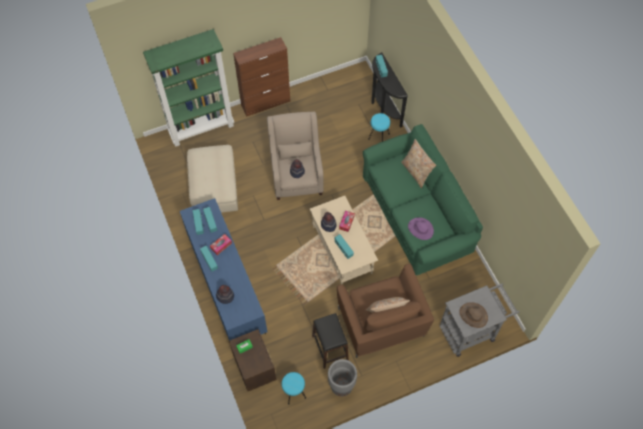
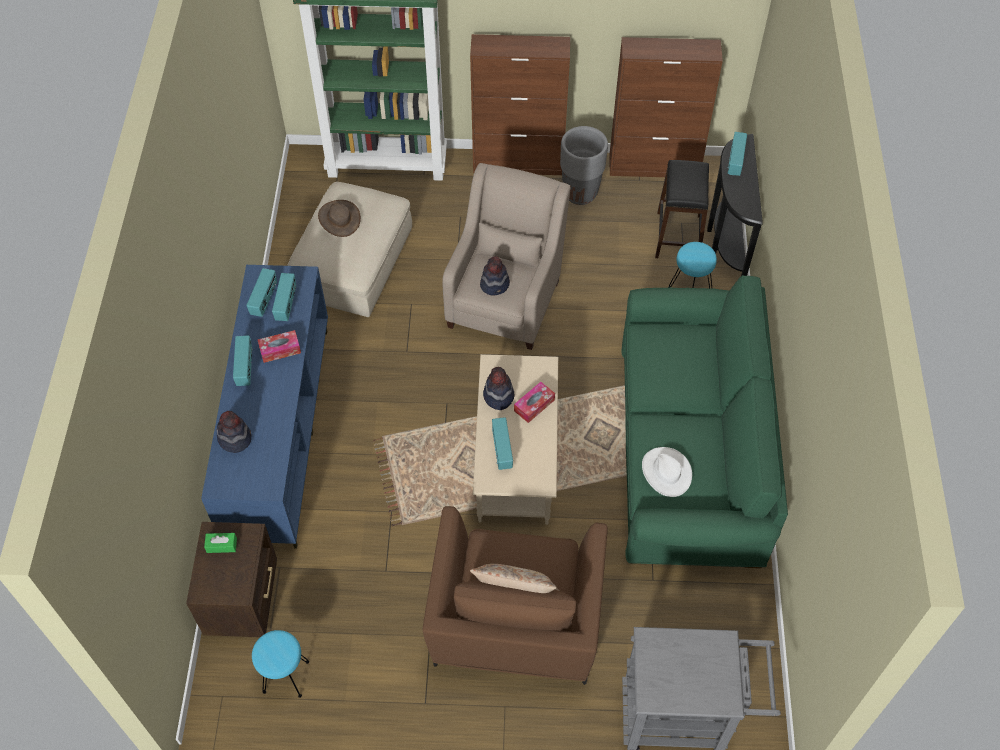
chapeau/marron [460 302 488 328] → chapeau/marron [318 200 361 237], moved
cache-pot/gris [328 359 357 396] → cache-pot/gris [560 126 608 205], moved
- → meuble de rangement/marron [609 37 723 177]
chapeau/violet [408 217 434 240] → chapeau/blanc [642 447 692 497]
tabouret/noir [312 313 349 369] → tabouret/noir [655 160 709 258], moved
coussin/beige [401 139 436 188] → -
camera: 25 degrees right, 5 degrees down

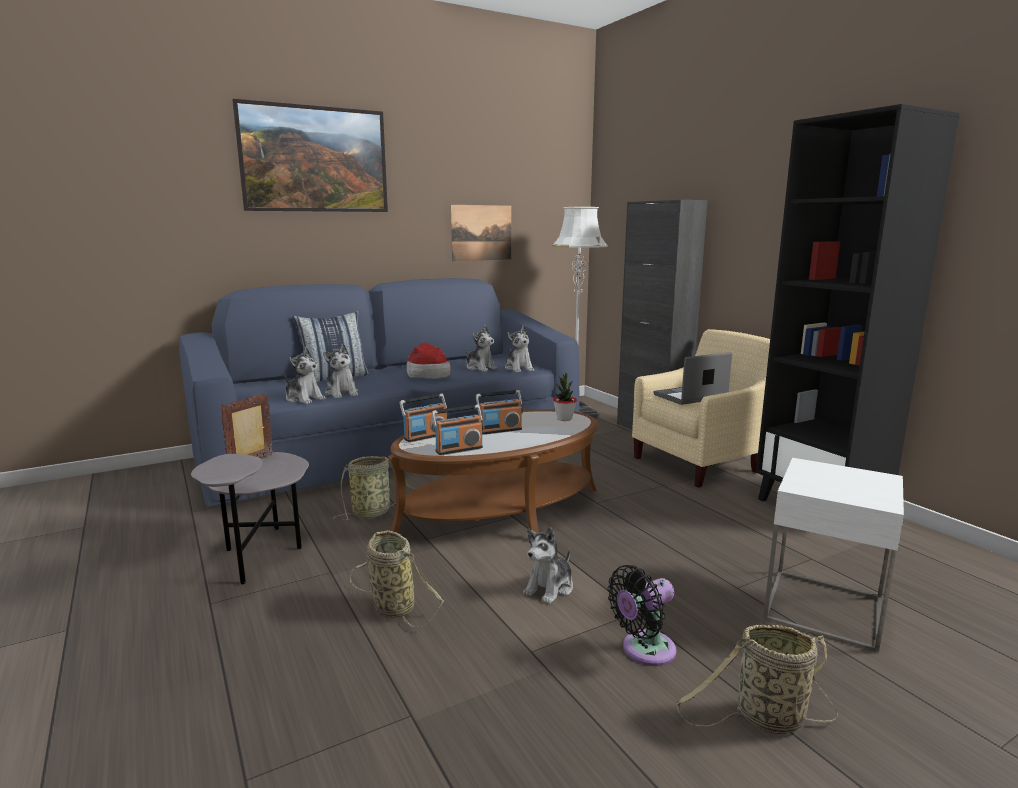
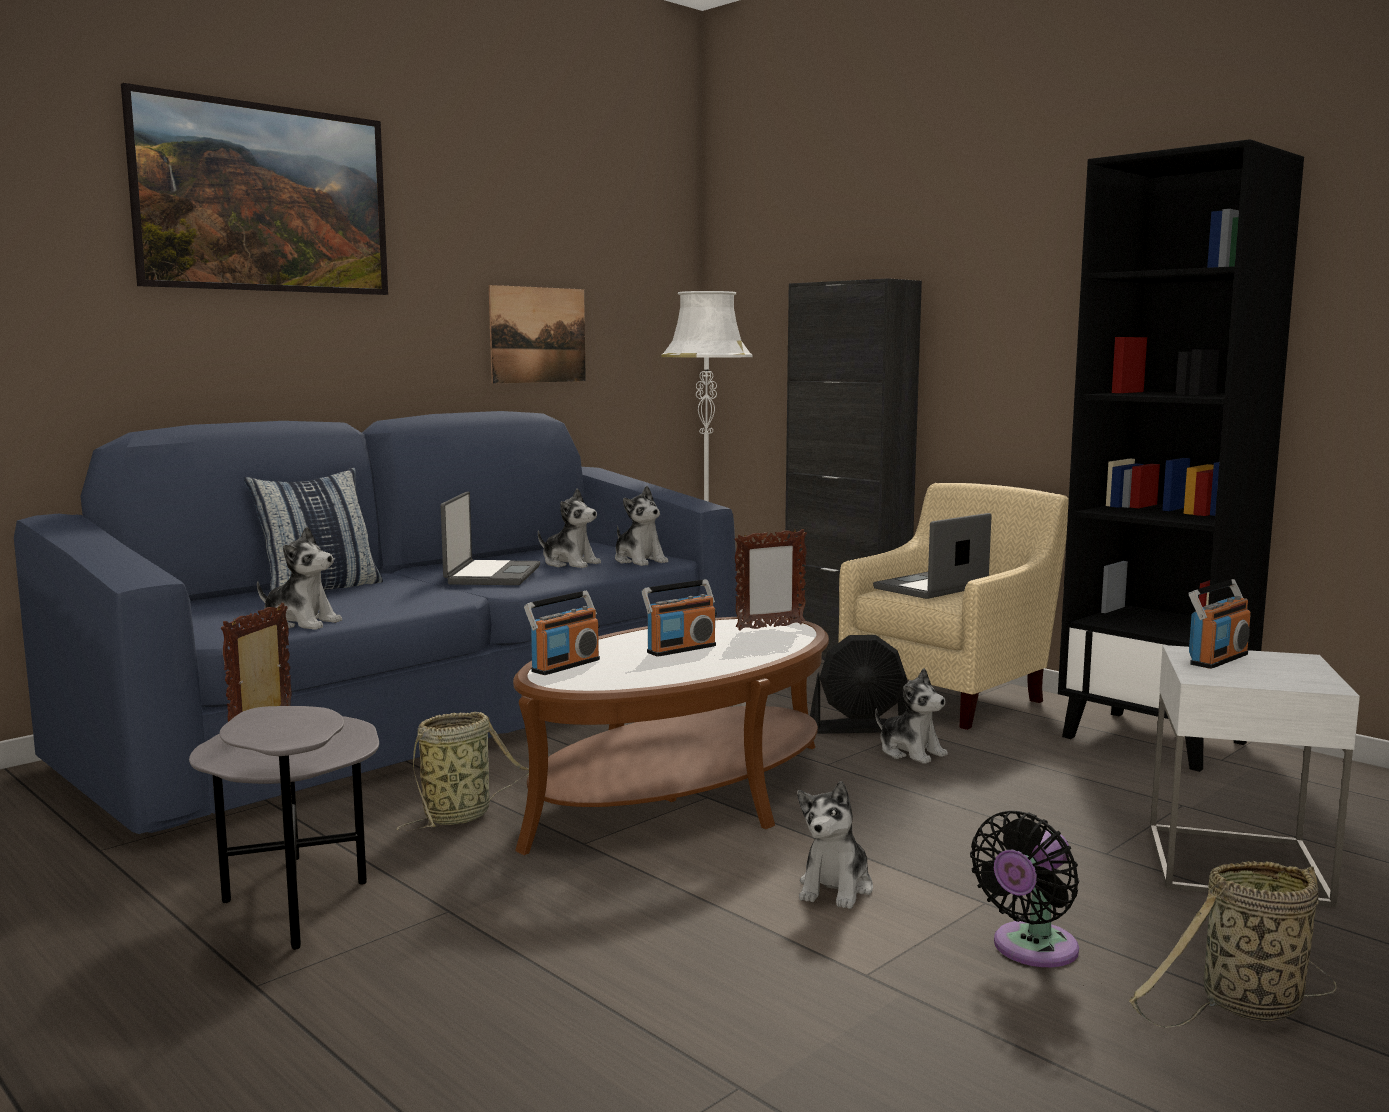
chapeau [407 342 451 379] → ordinateur portable [441 492 540 585]
plante en pot [553 372 577 421] → cadre photo [734 529 807 631]
- → ventilateur/noir [810 635 908 734]
peluche [323 344 358 399] → peluche [875 668 948 764], moved
radio [431 405 483 455] → radio [1188 579 1251 669], moved
panier [350 530 444 627] → -
camera: 15 degrees left, 5 degrees down

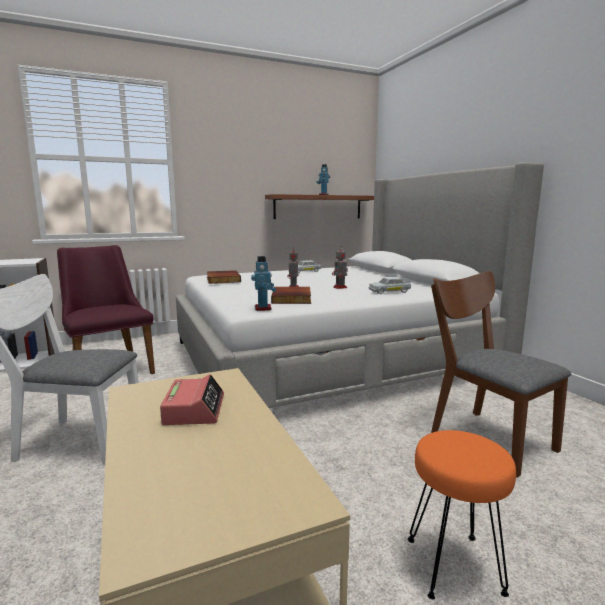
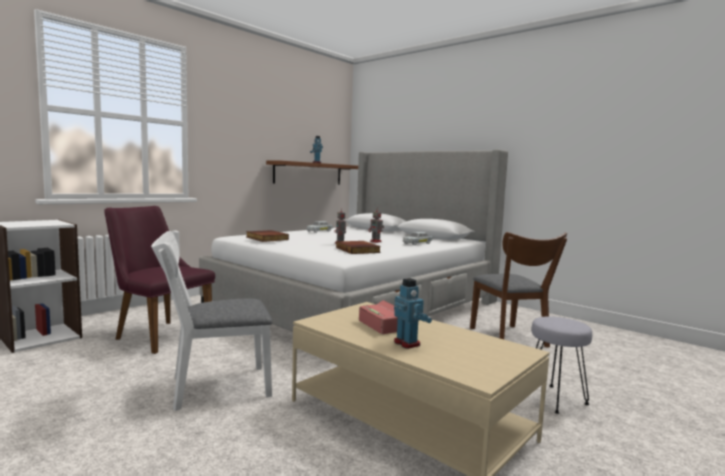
robot jouet [251 256 276 311] → robot jouet [394 278 432 349], moved
chaise/marron [431 271 571 478] → chaise/marron [470 232 567 348], 135 degrees counterclockwise
tabouret/orange [408 430 516 599] → tabouret/gris [532 316 592 414]
camera: 25 degrees left, 5 degrees down

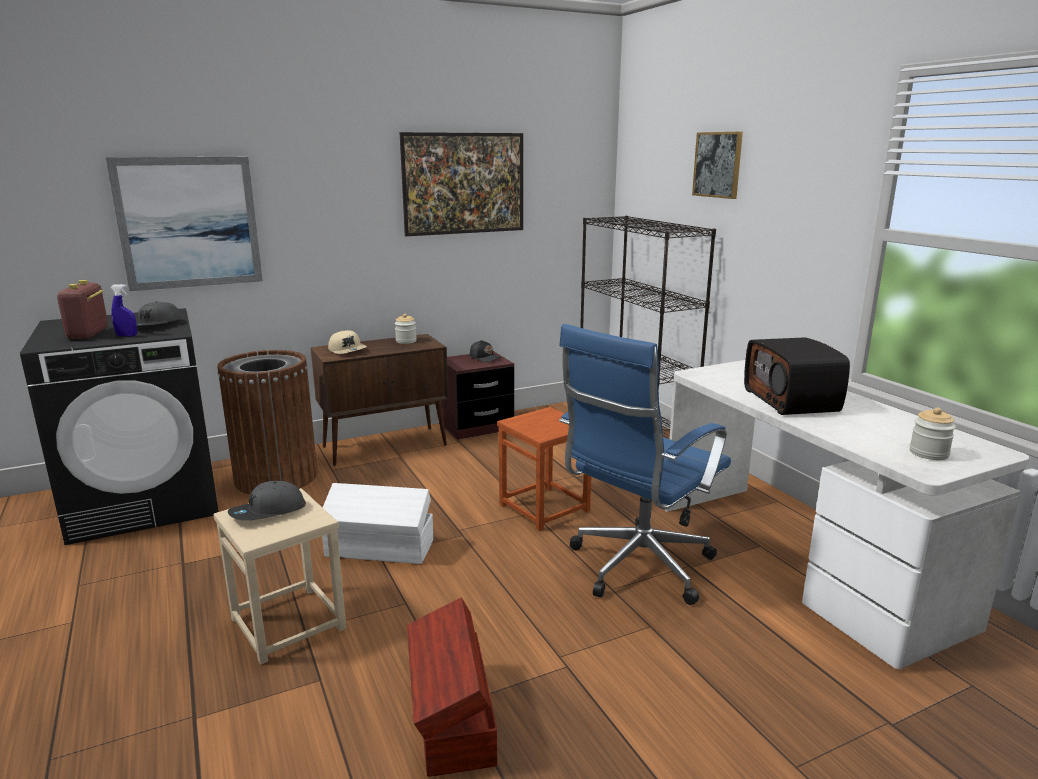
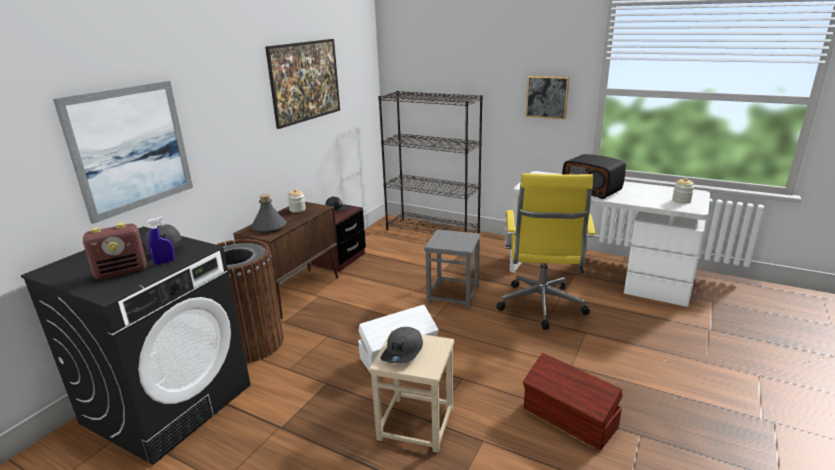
radio [57 280 108 339] → radio [83 223 147 279], 75 degrees counterclockwise
casquette/beige [328 330 367 354] → bouteille/gris [251 194 287 233]
tabouret/marron [497 407 591 531] → tabouret/gris [424 229 481 308]
chaise de bureau/bleu [559 324 731 605] → chaise de bureau/jaune [496 173 595 330]
tableau [692 132 743 199] → tableau [526 76 569 120], moved
camera: 35 degrees left, 5 degrees up

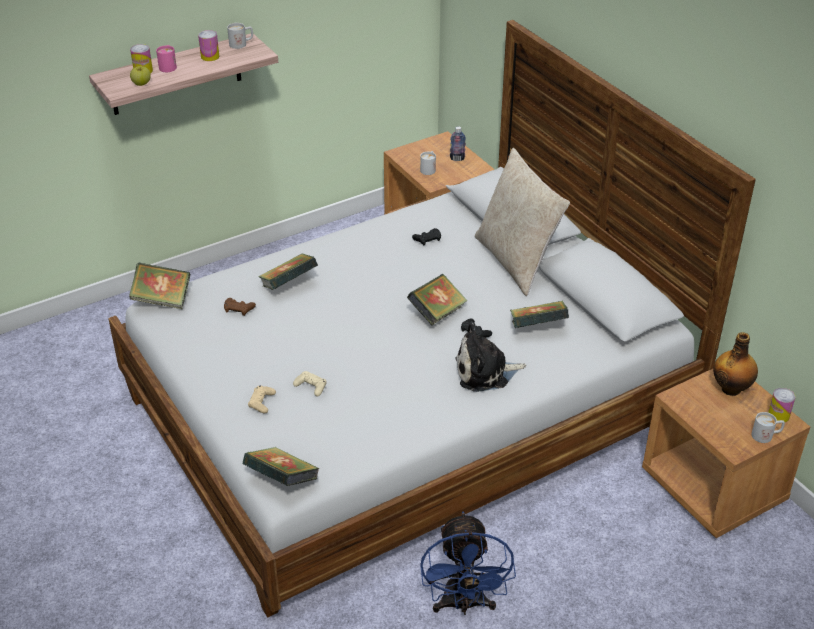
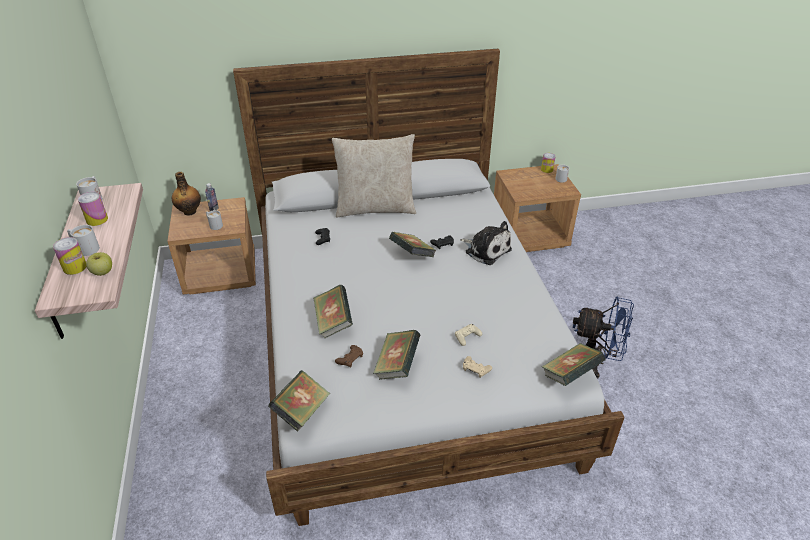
mug/rose [156 45 177 72] → mug/blanc [67 225 100 256]
bouteille [713 332 758 396] → bouteille [172 172 201 215], moved
livre [511 301 569 328] → livre [373 330 420 380], moved
peluche [455 323 526 392] → peluche [460 221 512 265], 60 degrees counterclockwise
camera: 70 degrees left, 0 degrees up

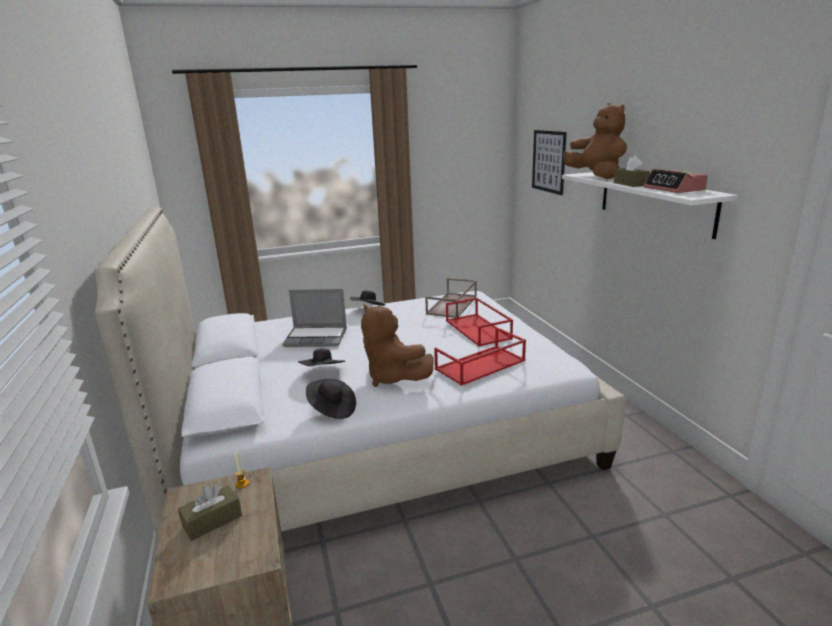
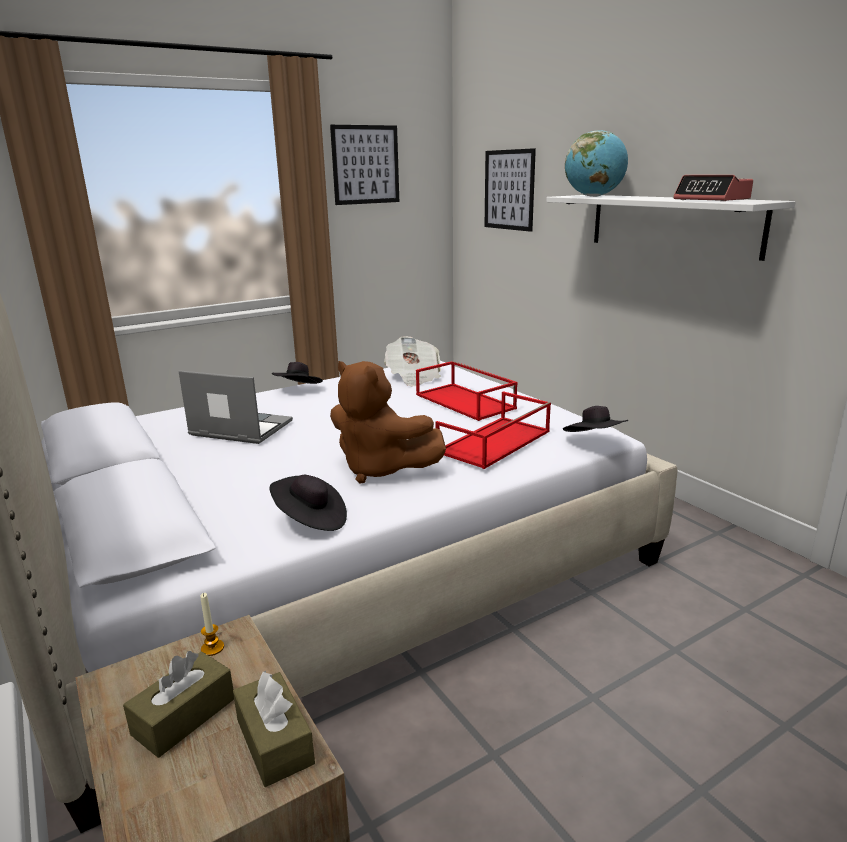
ordinateur portable [282 289 347 347] → ordinateur portable [178 370 293 444], 150 degrees counterclockwise
boîte à mouchoirs/marron [614 156 650 187] → boîte à mouchoirs/marron [233 671 315 787], moved
- → tableau [330 125 399 205]
plateau/marron [425 278 477 318] → journal [384 336 441 387]
chapeau/noir [298 348 345 366] → chapeau/noir [563 406 629 432], moved
peluche/marron [563 103 627 179] → globe [565 130 628 197]
camera: 15 degrees left, 0 degrees up

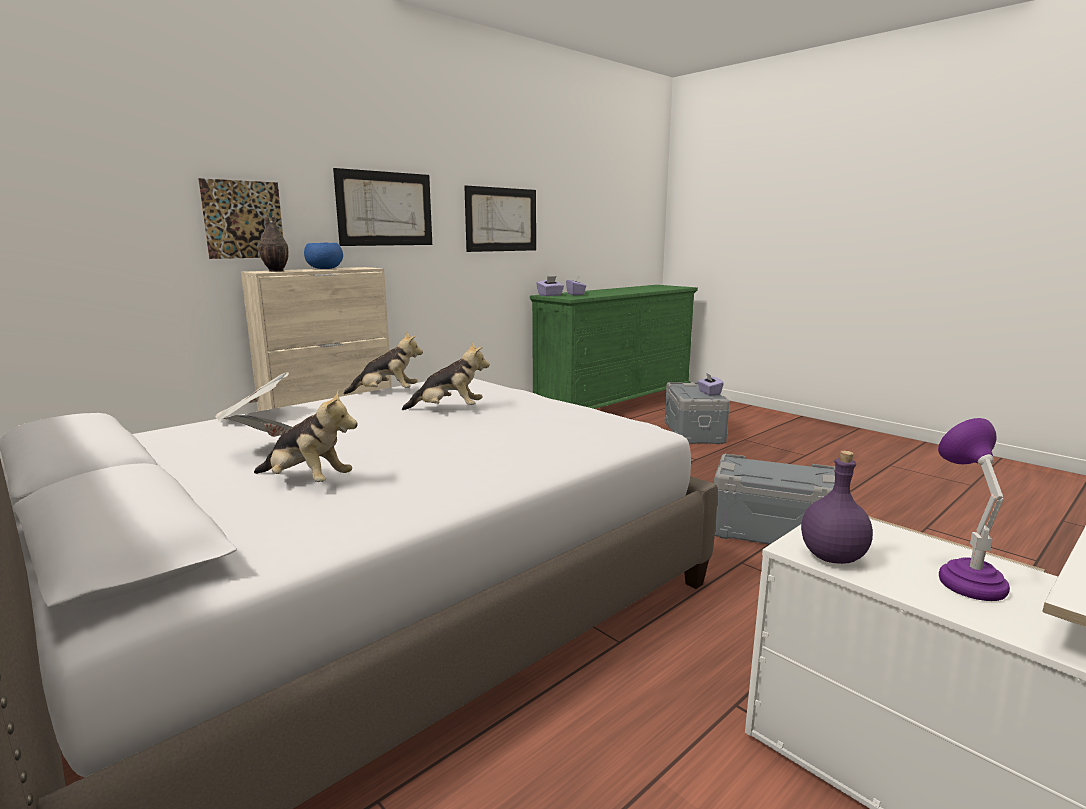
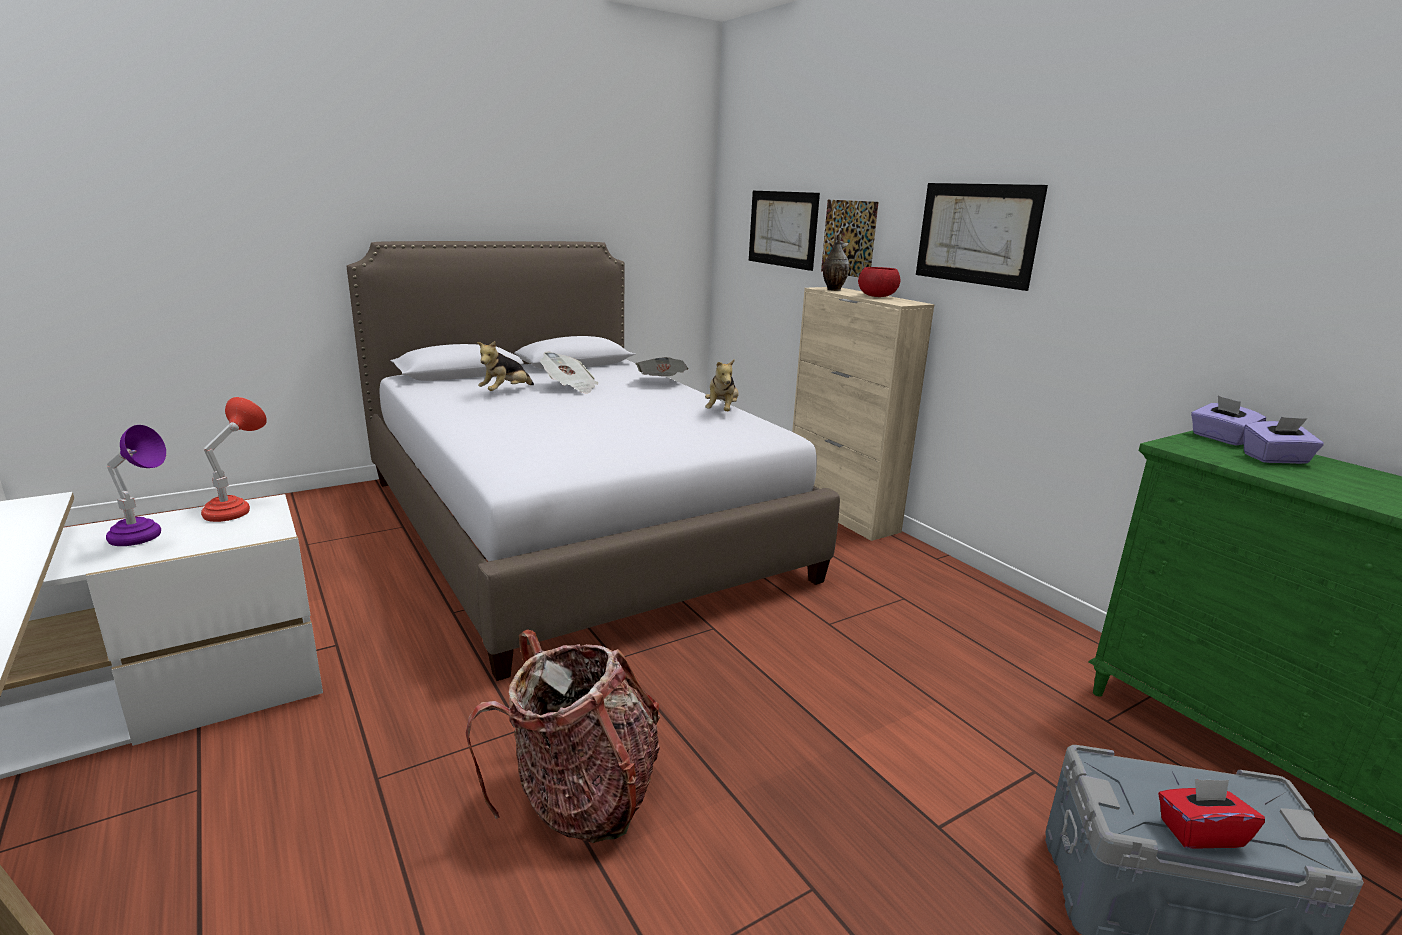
bouteille/violet [801 451 873 564] → lampe de table/rouge [201 397 267 522]
boîte de rangement/gris [714 454 835 544] → sac à dos [466 629 660 843]
tableau [464 185 536 252] → tableau [749 191 820 271], moved
bol/bleu [304 243 343 269] → bol/rouge [858 267 901 297]
boîte à mouchoirs/violet [697 373 724 396] → boîte à mouchoirs/rouge [1158 779 1265 849]
peluche [402 342 490 410] → -
camera: 100 degrees right, 5 degrees up

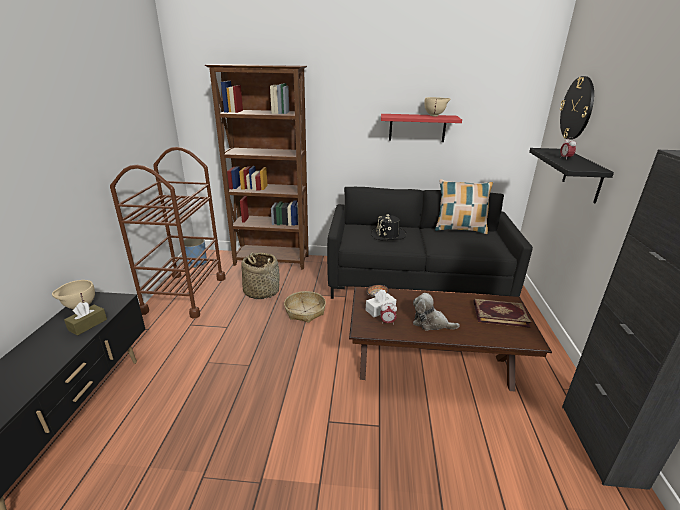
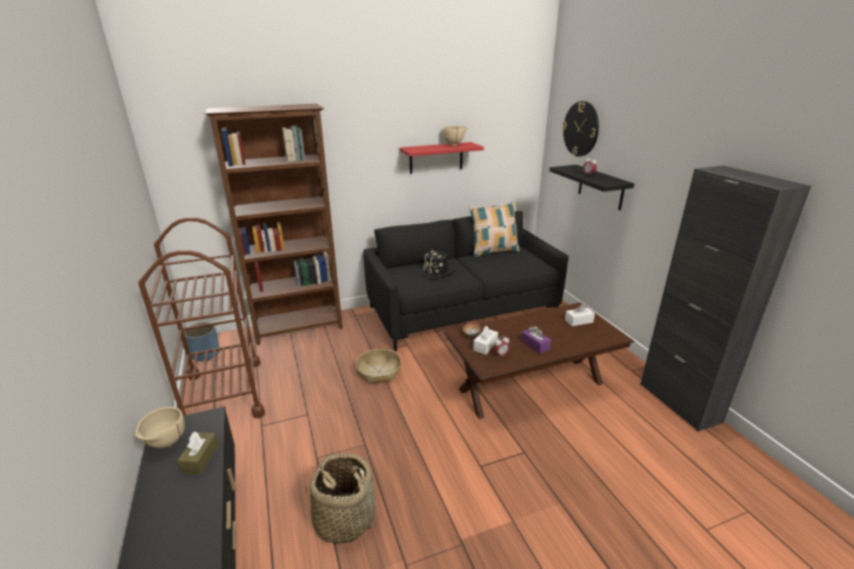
panier [241 252 280 299] → panier [305 454 379 544], moved
peluche [413 293 460 330] → boîte à mouchoirs/violet [521 326 551 354]
livre [473 299 532 328] → boîte à mouchoirs/blanc [565 303 595 326]
camera: 25 degrees left, 0 degrees up

